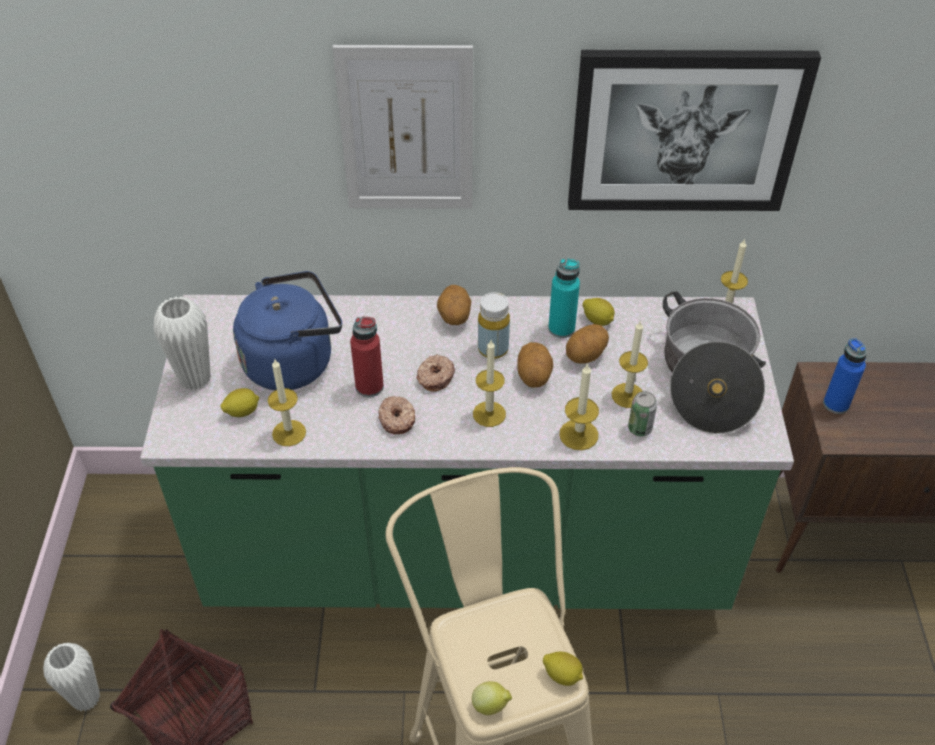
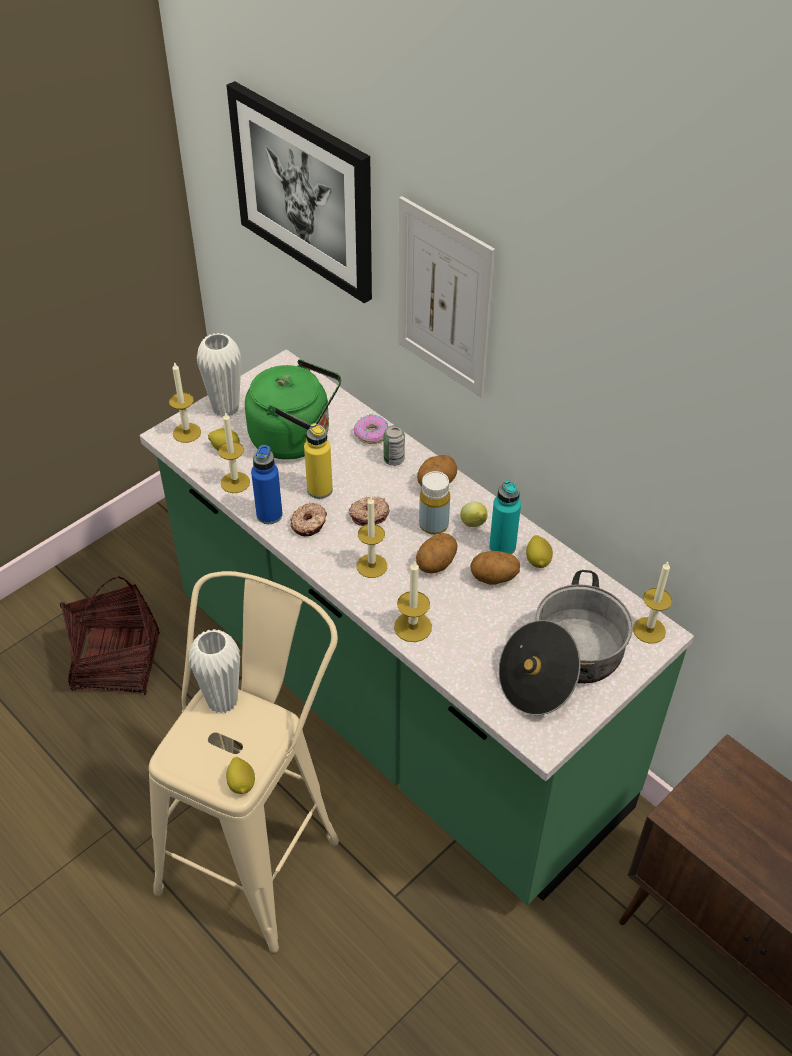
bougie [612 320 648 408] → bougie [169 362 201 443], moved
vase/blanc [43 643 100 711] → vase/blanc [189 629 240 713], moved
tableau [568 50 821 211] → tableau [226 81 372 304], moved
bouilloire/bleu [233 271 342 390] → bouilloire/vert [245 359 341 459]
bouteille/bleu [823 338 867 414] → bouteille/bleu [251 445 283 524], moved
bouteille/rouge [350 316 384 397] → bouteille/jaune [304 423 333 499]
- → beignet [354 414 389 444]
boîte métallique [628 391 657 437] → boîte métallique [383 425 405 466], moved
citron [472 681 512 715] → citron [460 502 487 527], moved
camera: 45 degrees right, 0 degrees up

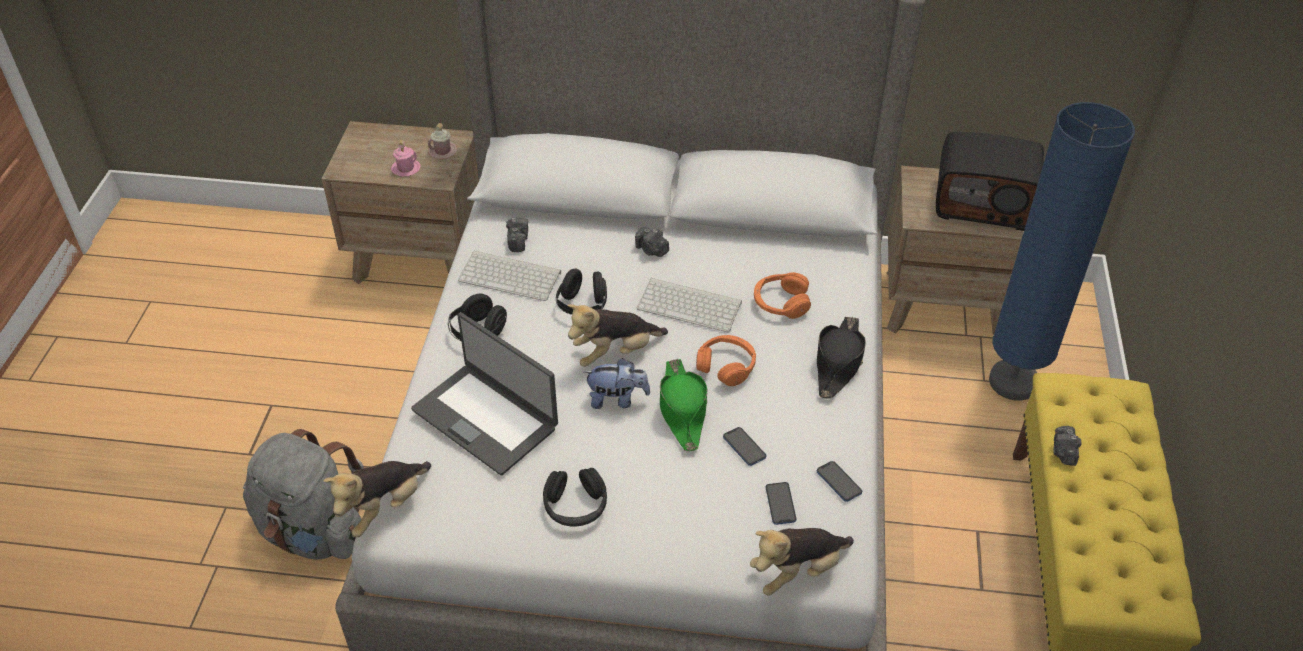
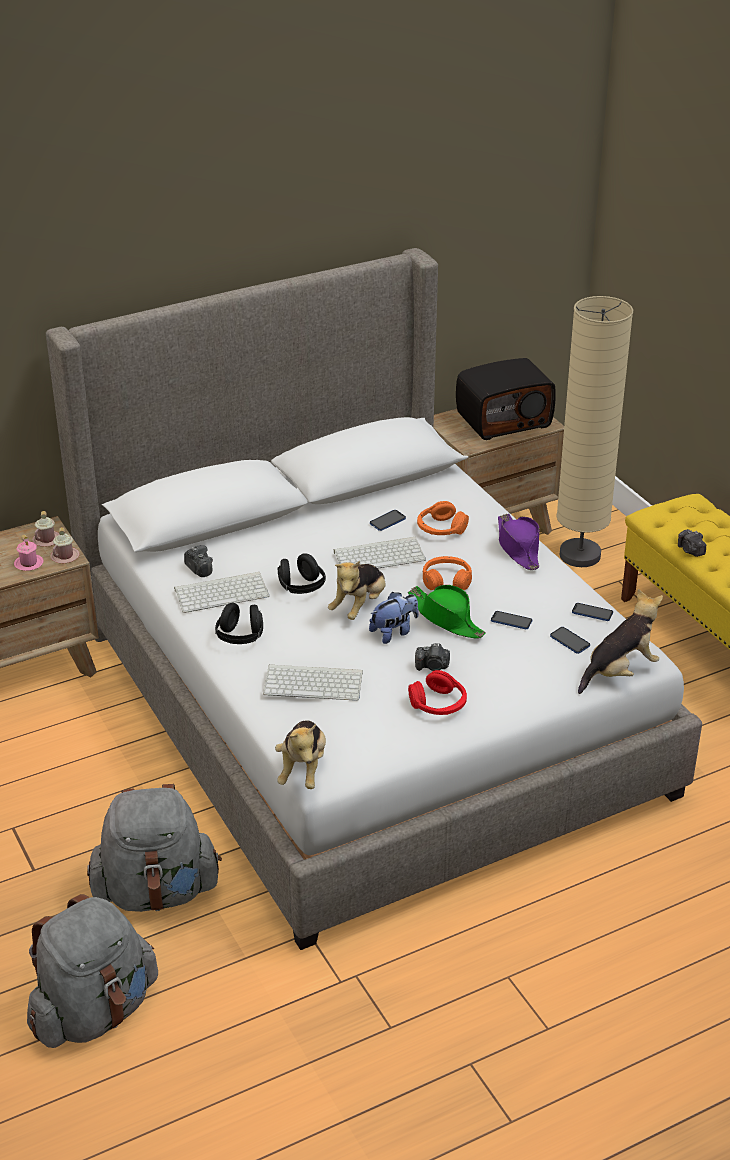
- → sac à dos/gris [27 894 158 1048]
- → mug/rose [50 527 80 563]
ordinateur portable [411 313 558 476] → clavier [263 664 363 701]
- → téléphone [370 510 406 531]
casque audio/noir [543 468 607 526] → casque audio/rouge [408 670 467 715]
appareil photo [635 227 669 257] → appareil photo [415 643 450 671], moved
chapeau/noir [817 317 866 399] → chapeau/violet [498 514 540 570]
lampadaire/bleu [989 102 1135 400] → lampadaire/beige [556 296 633 567]
peluche [750 528 854 596] → peluche [578 589 663 694], 150 degrees counterclockwise
camera: 35 degrees left, 10 degrees down

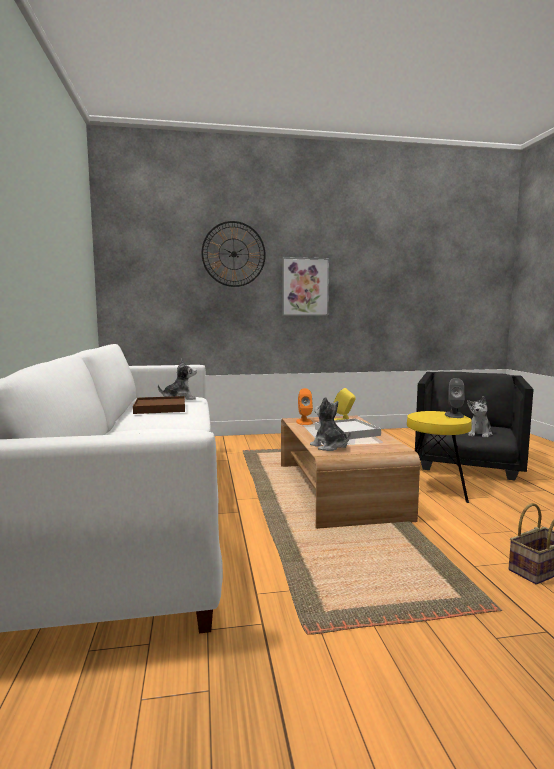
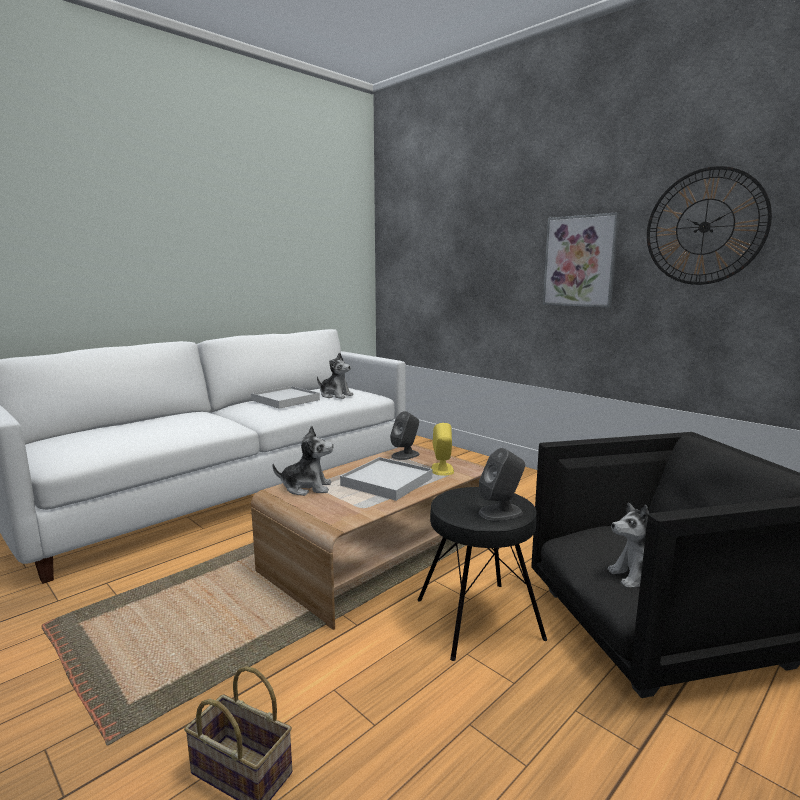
plateau/marron [133 396 185 414] → plateau/blanc [251 386 320 409]
peluche [310 397 351 451] → peluche [272 425 333 496], 75 degrees clockwise
enceinte/orange [296 388 313 425] → enceinte/gris [390 411 420 460]
tabouret/jaune [407 411 472 503] → tabouret/noir [417 487 547 661]
horloge murale [202 221 266 287] → horloge murale [647 166 772 285], moved
camera: 55 degrees right, 5 degrees up

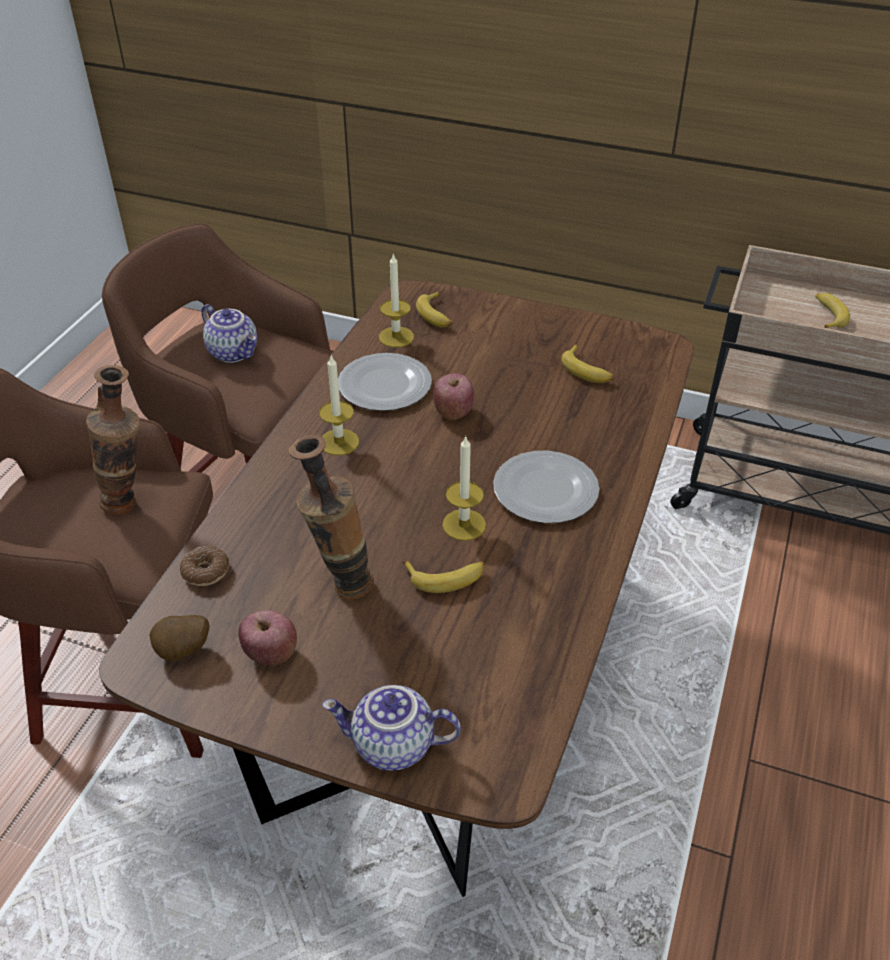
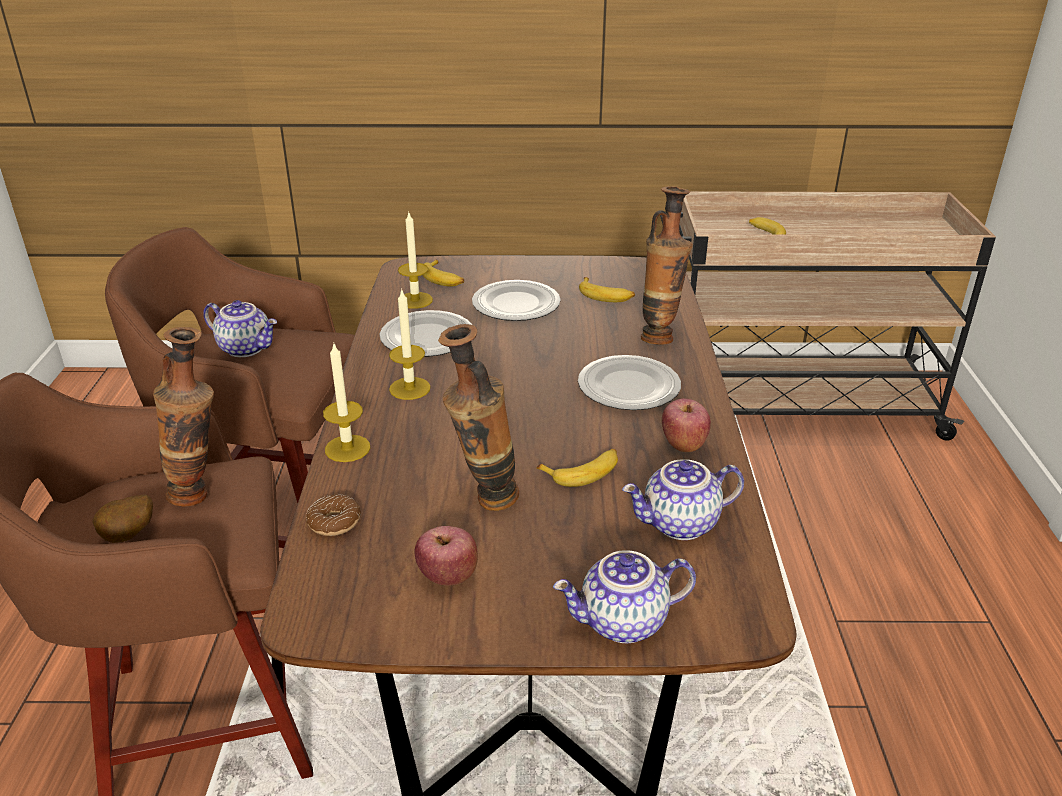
pomme de terre [149 615 210 661] → pomme de terre [92 495 153 543], moved
bougie [442 436 486 541] → bougie [323 344 370 462], moved
- → assiette [472 280 561 321]
- → théière [622 459 744 540]
- → vase [641 186 692 345]
pomme [433 373 474 420] → pomme [662 398 711 452], moved
camera: 20 degrees left, 10 degrees down

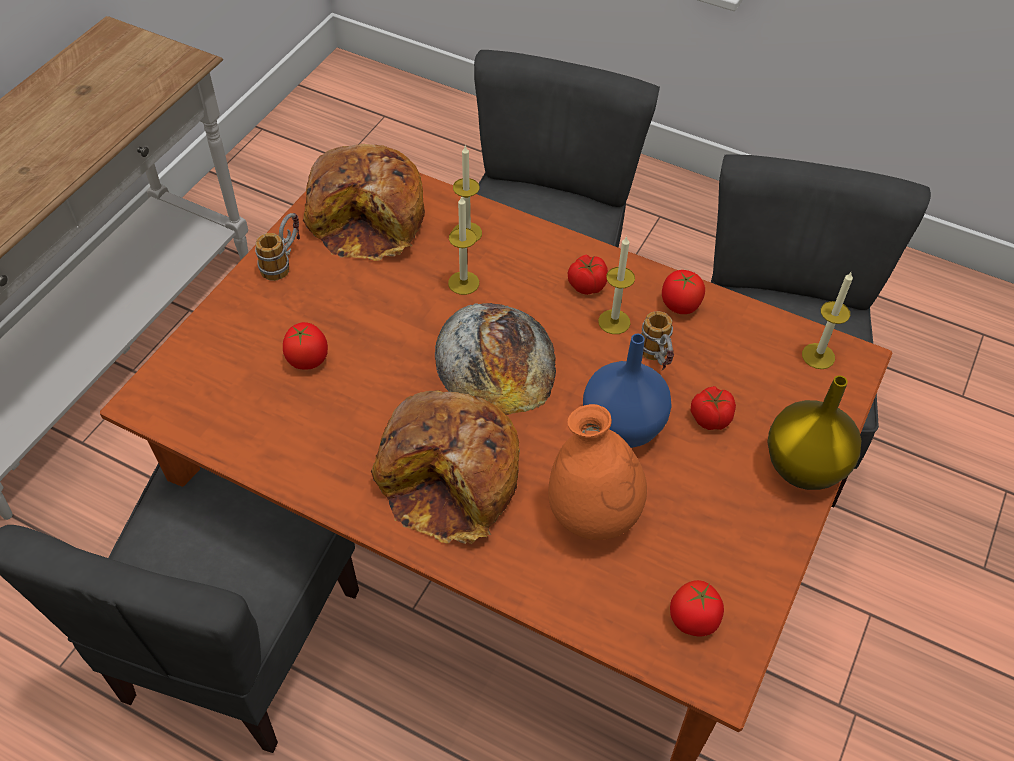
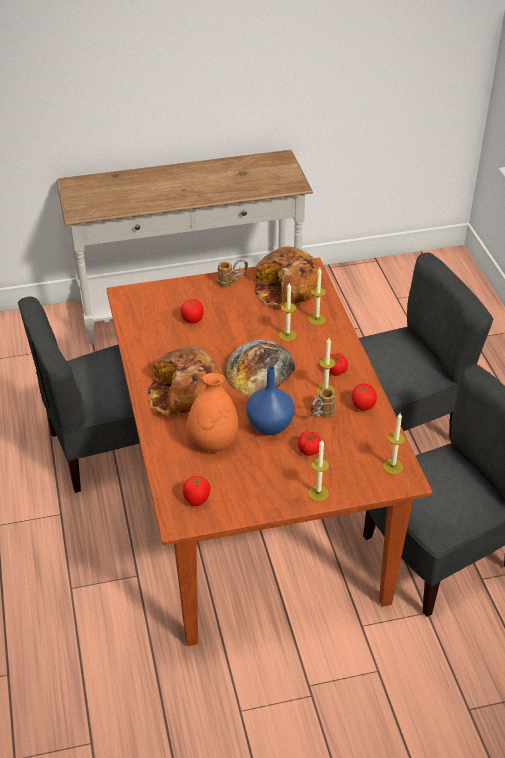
vase/jaune [767 376 861 490] → bougie [308 440 329 501]
camera: 50 degrees right, 10 degrees down

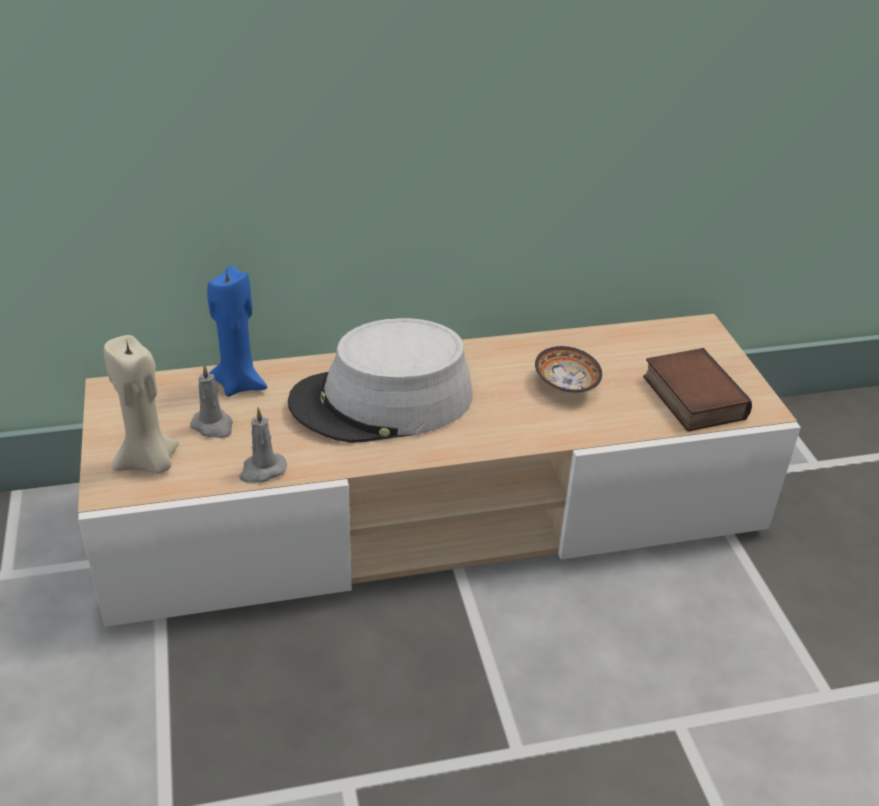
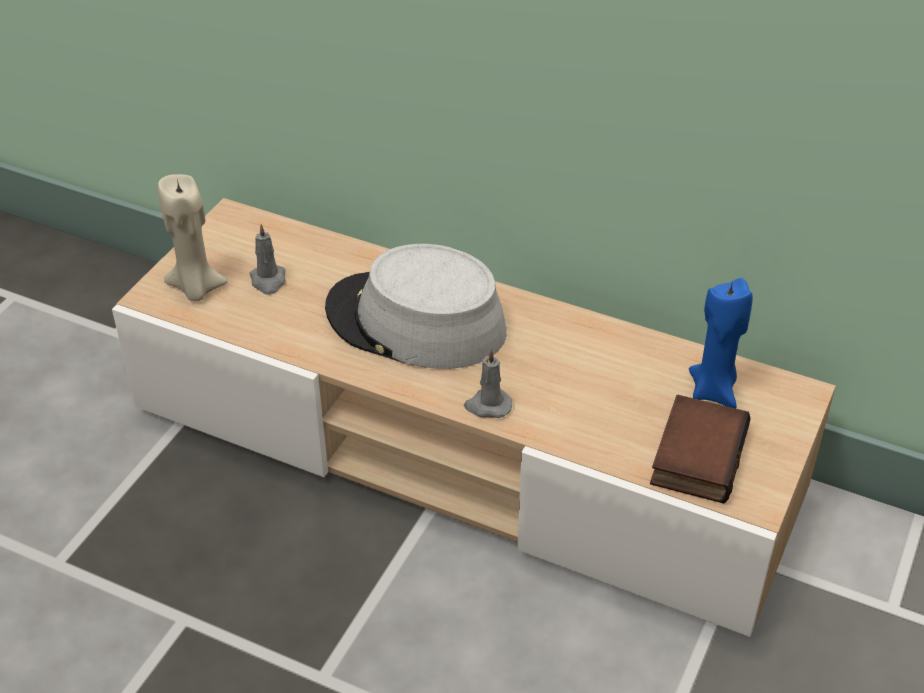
bougie/gris [239 407 287 483] → bougie/gris [464 349 512 418], moved
bougie/bleu [207 266 267 397] → bougie/bleu [689 278 753 409], moved
bol [535 346 602 393] → -
camera: 40 degrees right, 5 degrees up

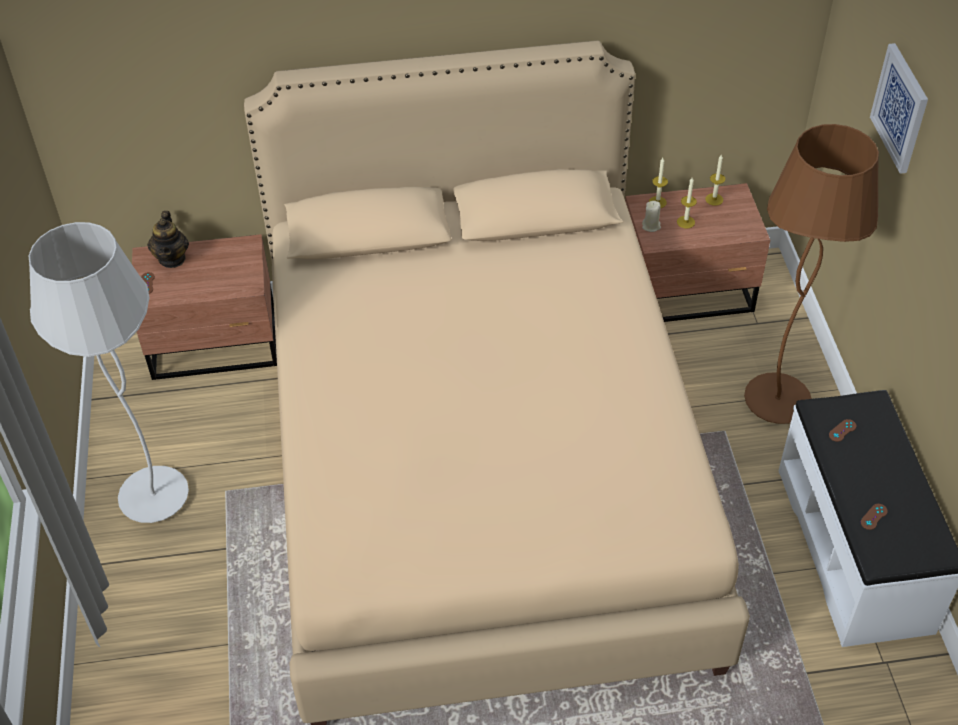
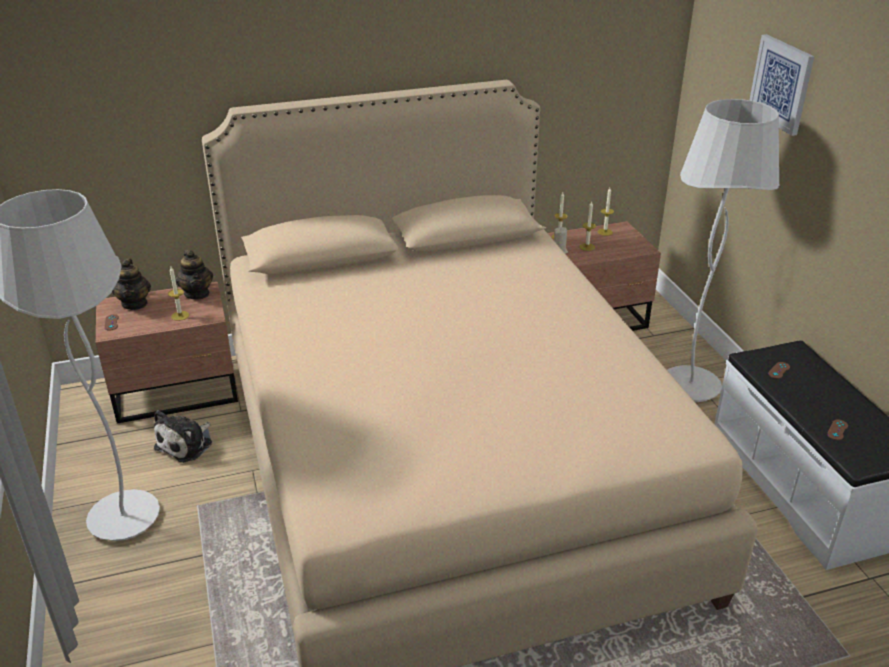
- → peluche [154 410 212 463]
- → bougie [168 267 189 321]
- → théière [175 250 213 300]
lampadaire/marron [744 124 879 424] → lampadaire/blanc [667 99 779 402]
camera: 10 degrees left, 15 degrees down

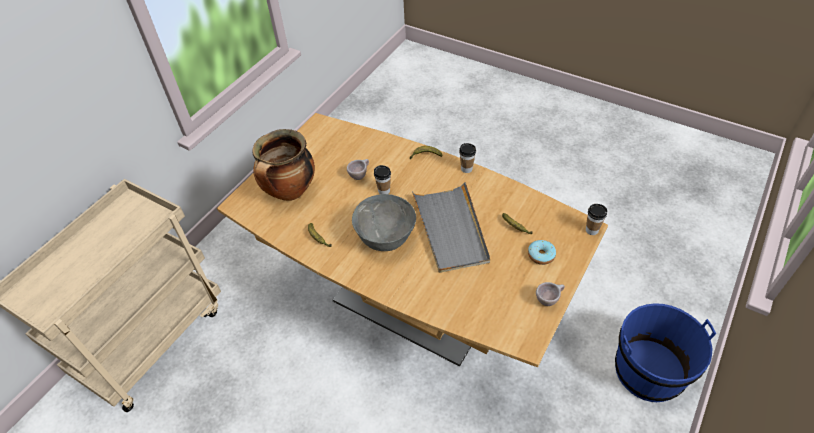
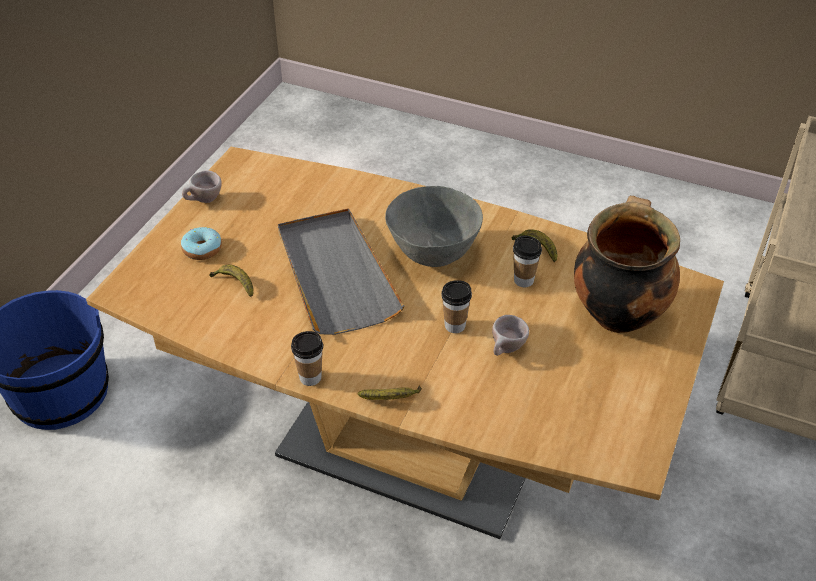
tasse [586 204 607 235] → tasse [513 235 542 287], moved
camera: 170 degrees right, 5 degrees down

